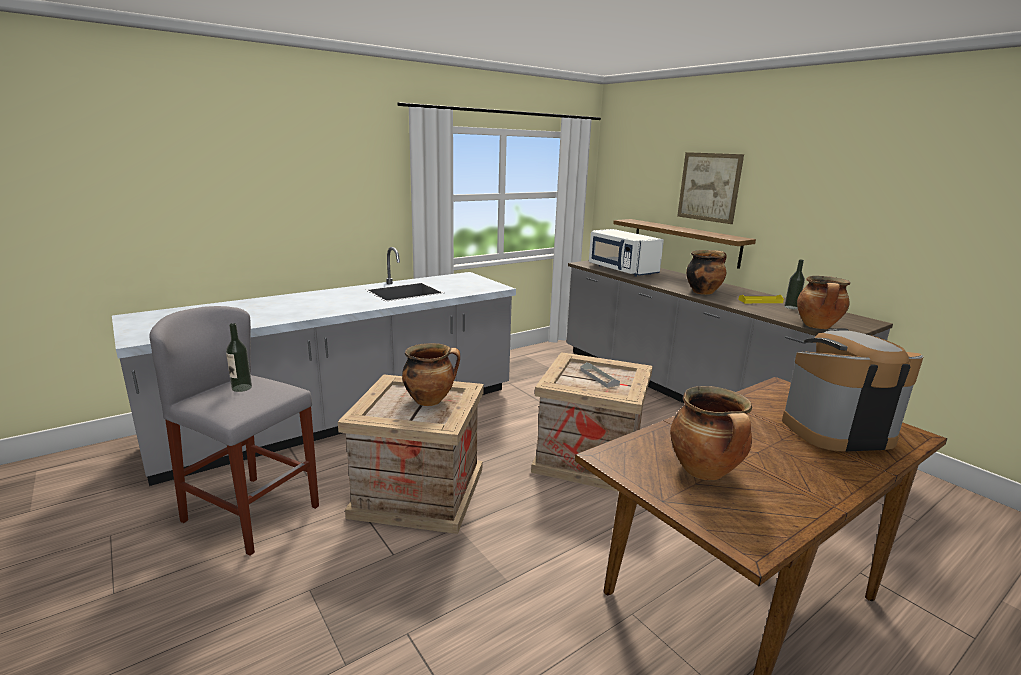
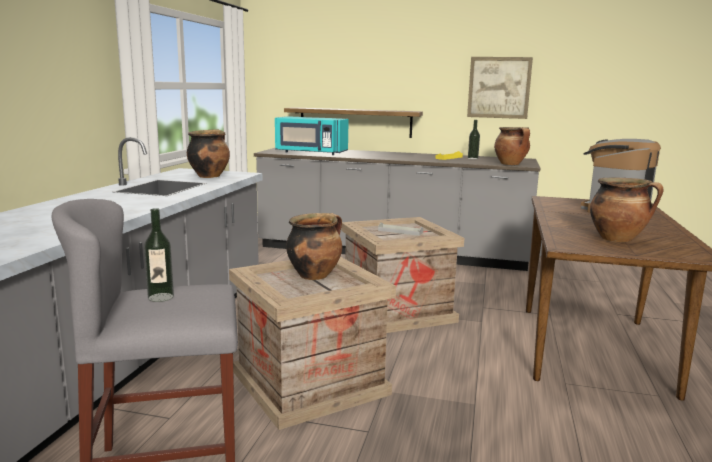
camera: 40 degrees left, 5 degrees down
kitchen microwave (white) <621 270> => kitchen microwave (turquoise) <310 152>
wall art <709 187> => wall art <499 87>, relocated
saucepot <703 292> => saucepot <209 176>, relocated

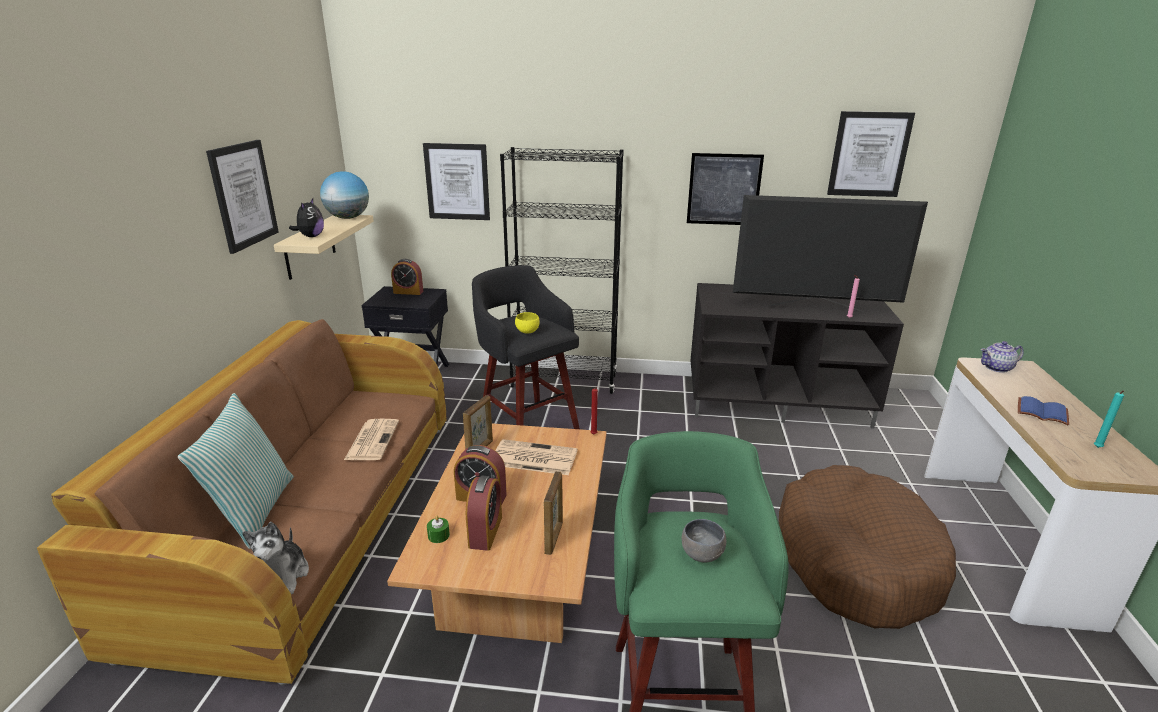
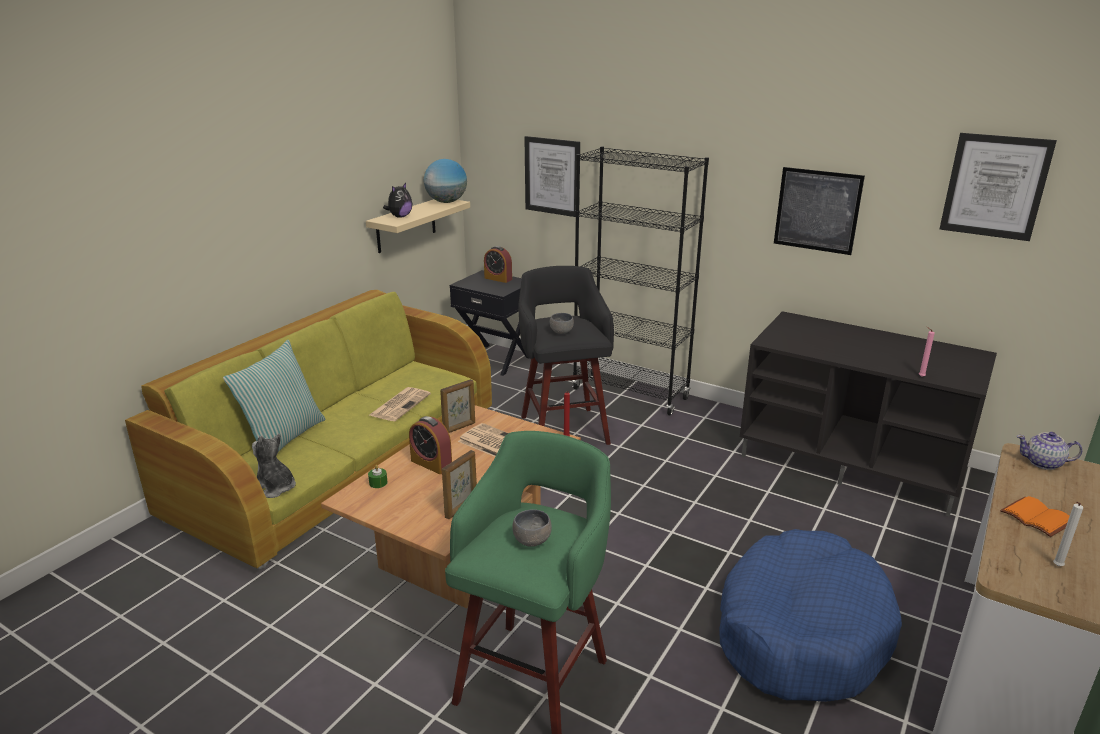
camera: 25 degrees right, 0 degrees up
sofa (brown) <311 518> => sofa (green-coloured) <340 460>
wall art <243 195> => nothing
cuddly toy <284 576> => cuddly toy <275 488>, 105 degrees clockwise
alarm clock <485 532> => nothing
bowl (yellow) <528 332> => bowl (greyish) <562 332>
TV set <814 309> => nothing
dog bed (brown) <855 560> => dog bed (bluish) <800 631>
volume (bluish) <1041 412> => volume (orange-coloured) <1034 518>
wax candle (turquoise) <1097 448> => wax candle (white) <1056 566>

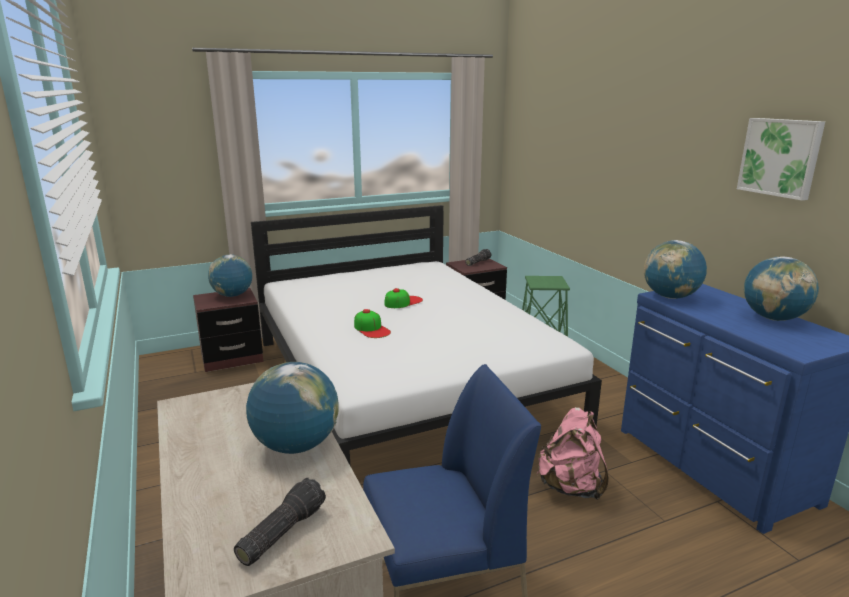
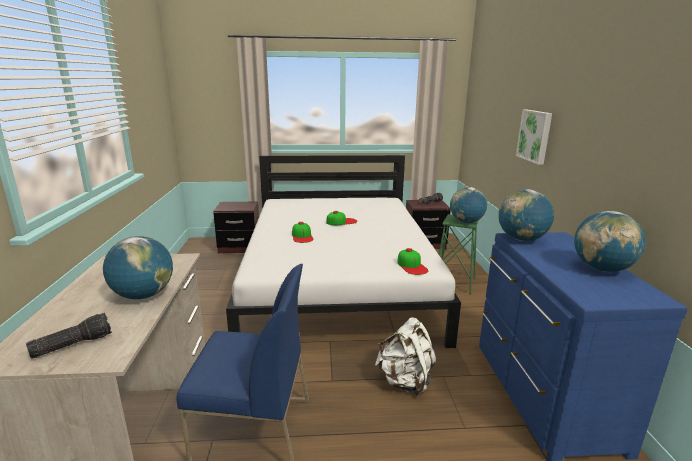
camera: 20 degrees right, 0 degrees up
globe <232 295> => globe <466 222>, relocated
backpack (pink-coloured) <571 487> => backpack (white) <405 381>
wall art <780 157> => wall art <535 136>, relocated
nothing => peaked cap <412 266>

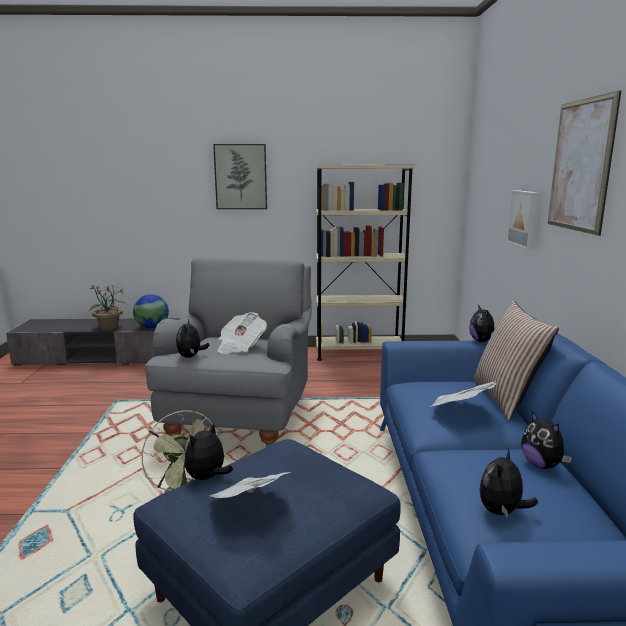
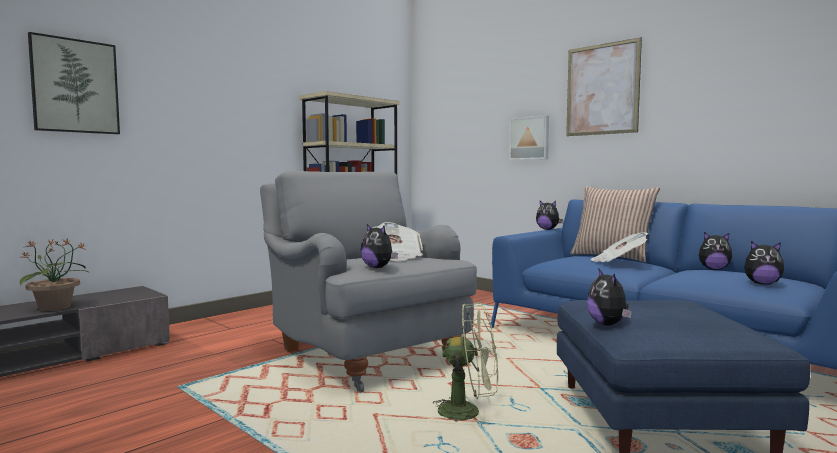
camera: 45 degrees left, 10 degrees down
globe <152 327> => nothing
newspaper <249 504> => nothing
wall art <241 177> => wall art <75 86>, relocated
cuddly toy <502 512> => cuddly toy <762 284>, 60 degrees counterclockwise

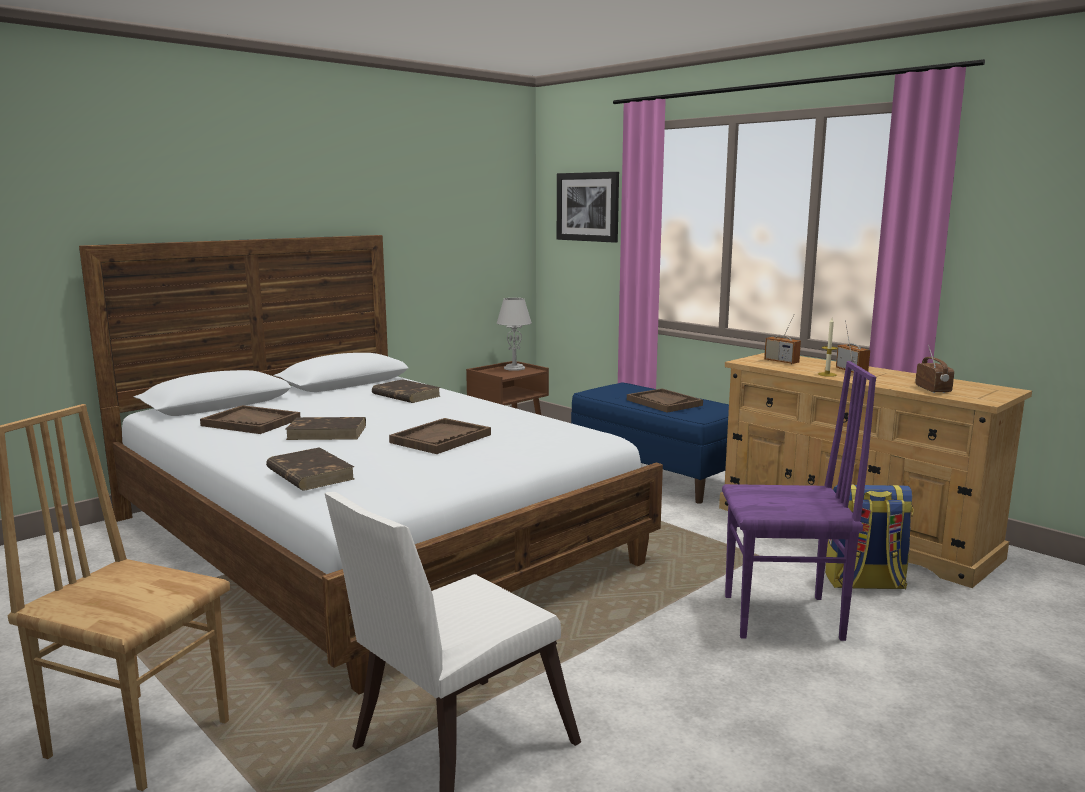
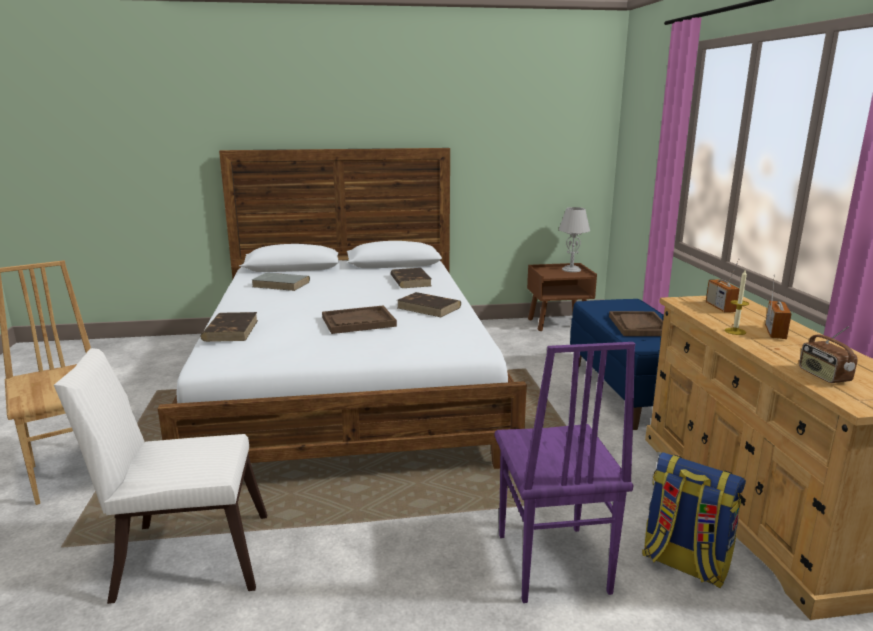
camera: 35 degrees right, 5 degrees up
carrying tray (brown) <251 422> => volume (greyish) <281 284>
volume (brown) <328 432> => volume (brown) <429 308>, relocated
wall art <588 207> => nothing
upright chair (purplish) <784 618> => upright chair (purplish) <550 564>, 45 degrees clockwise
radio <933 389> => radio <823 376>, 135 degrees clockwise

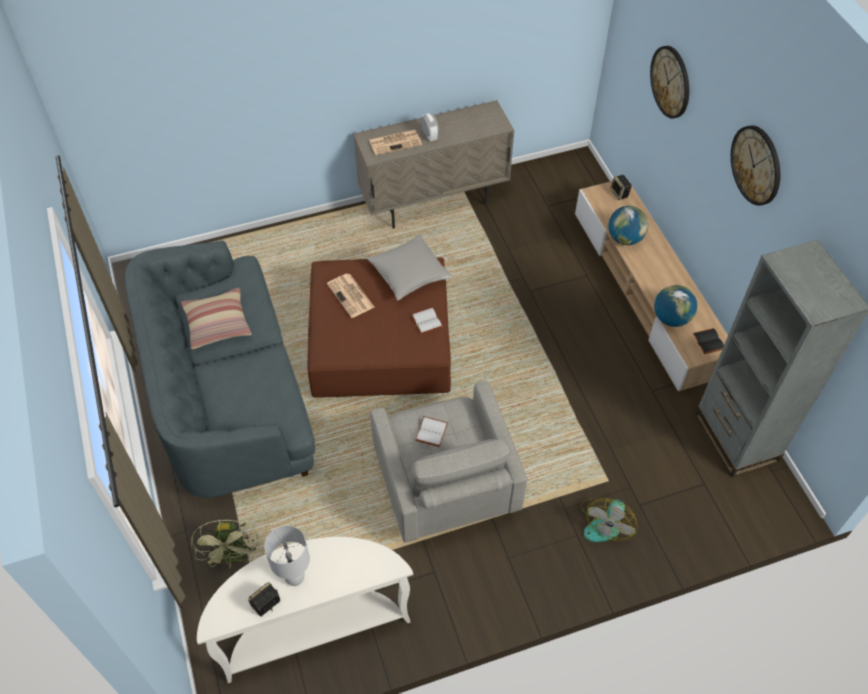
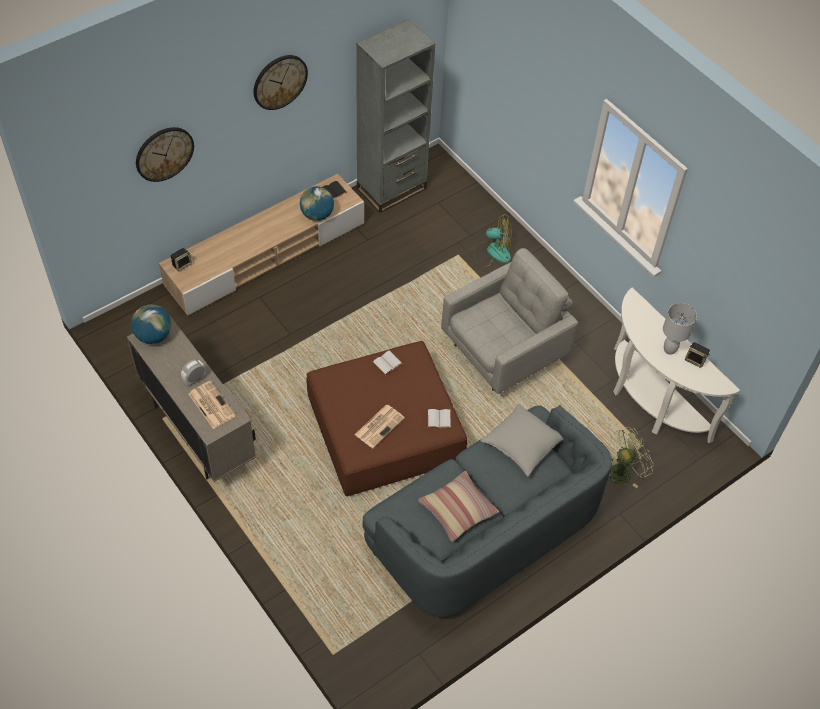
camera: 110 degrees left, 0 degrees up
cushion (greyish) <409 274> => cushion (greyish) <522 444>, relocated
volume (white) <431 431> => volume (white) <438 420>, relocated
globe <625 238> => globe <153 335>, relocated

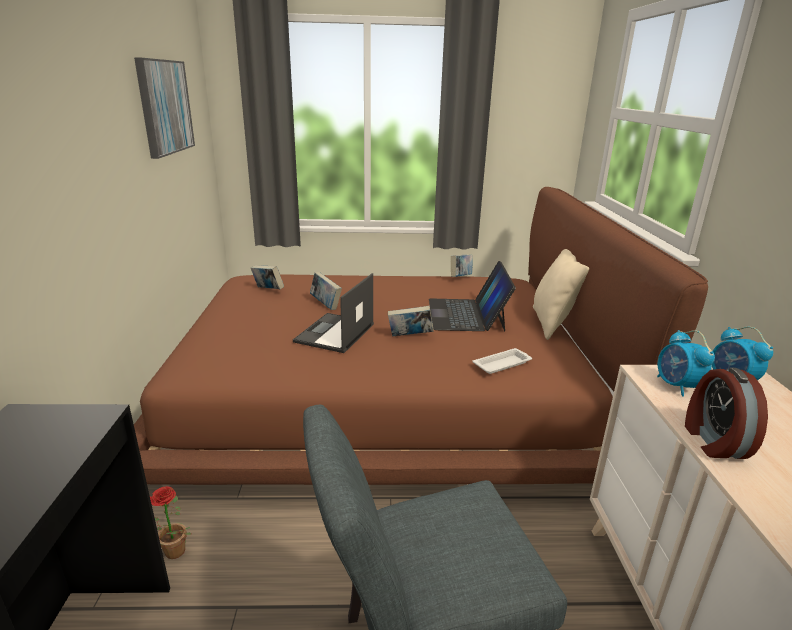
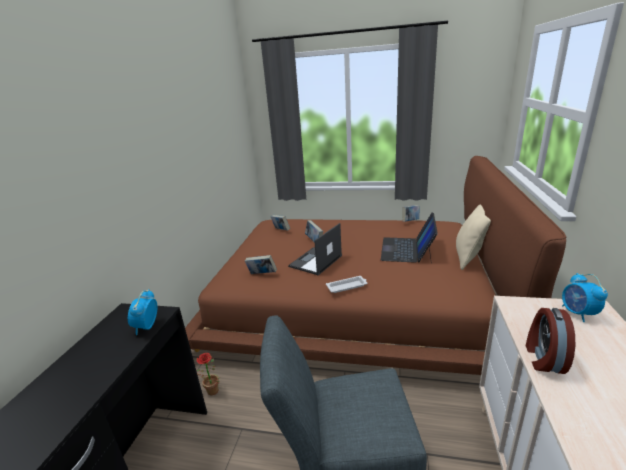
camera: 15 degrees right, 0 degrees up
wall art <164 107> => nothing
volume <410 337> => volume <262 274>, relocated
carrying tray (white) <503 364> => carrying tray (white) <347 286>, relocated
alarm clock <677 386> => alarm clock <147 327>, relocated

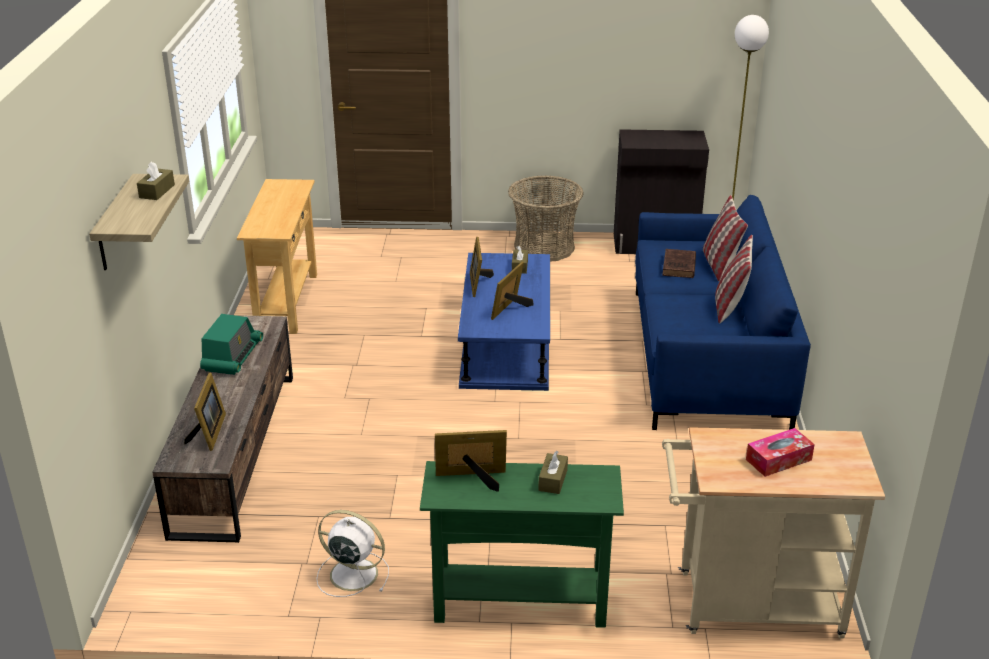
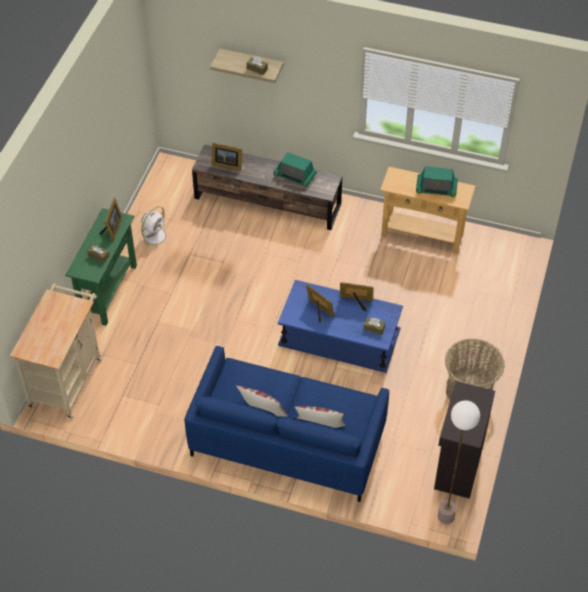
camera: 105 degrees right, 20 degrees up
volume (brown) <679 267> => nothing
box of tissues <778 460> => nothing
nothing => radio <436 188>

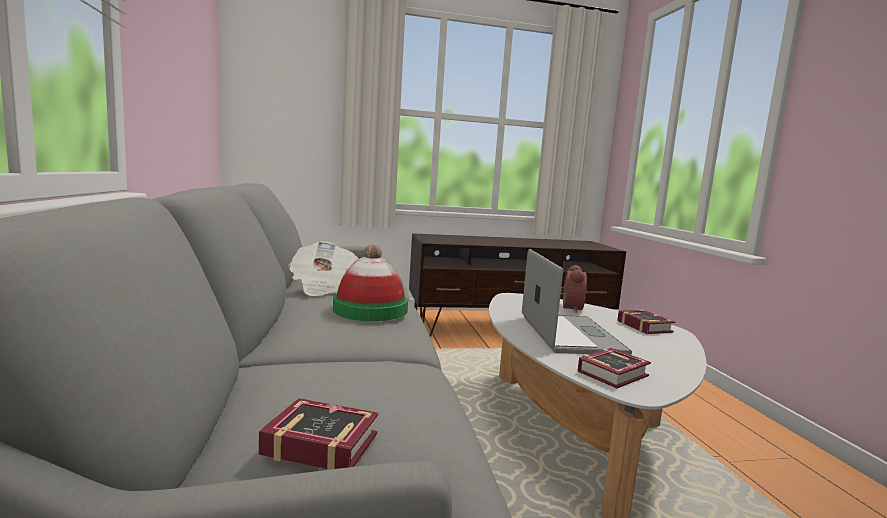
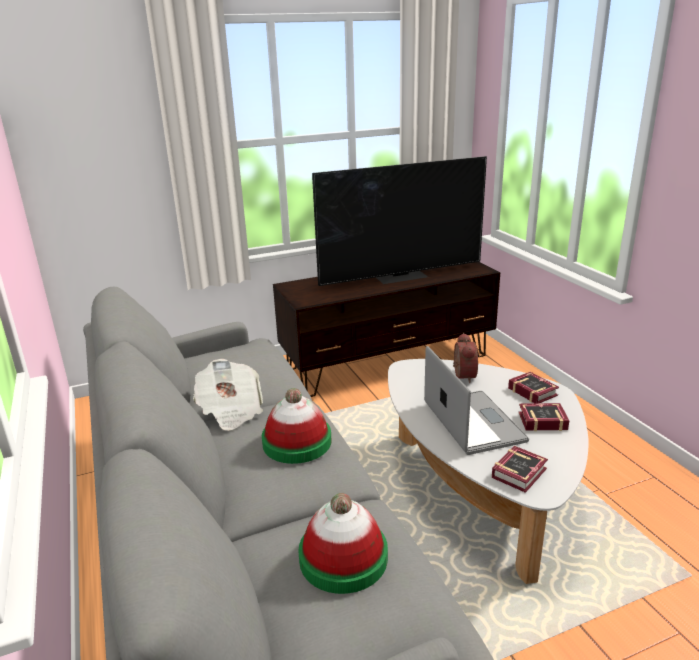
camera: 10 degrees left, 15 degrees up
volume <318 442> => volume <540 420>, relocated
nothing => wearable hat <343 558>
nothing => TV set <401 276>

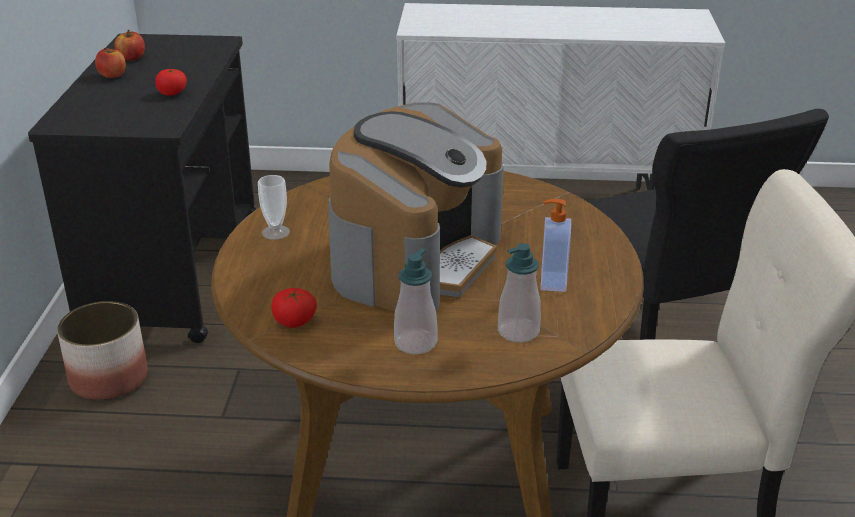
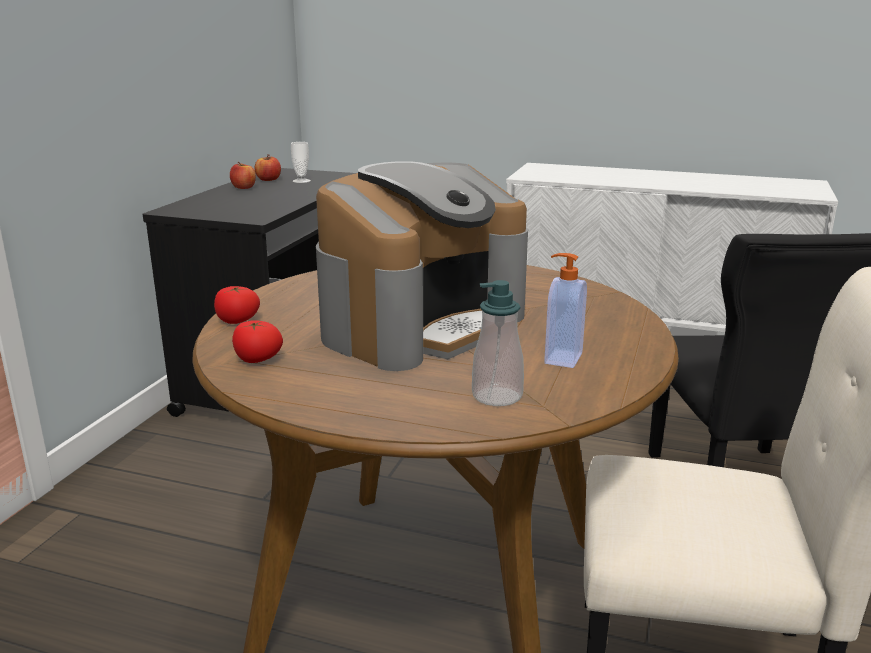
camera: 15 degrees right, 10 degrees down
planter <109 378> => nothing
whole tomato <172 93> => whole tomato <238 321>, relocated
small cup <275 232> => small cup <301 181>, relocated
soap bottle <415 343> => nothing

